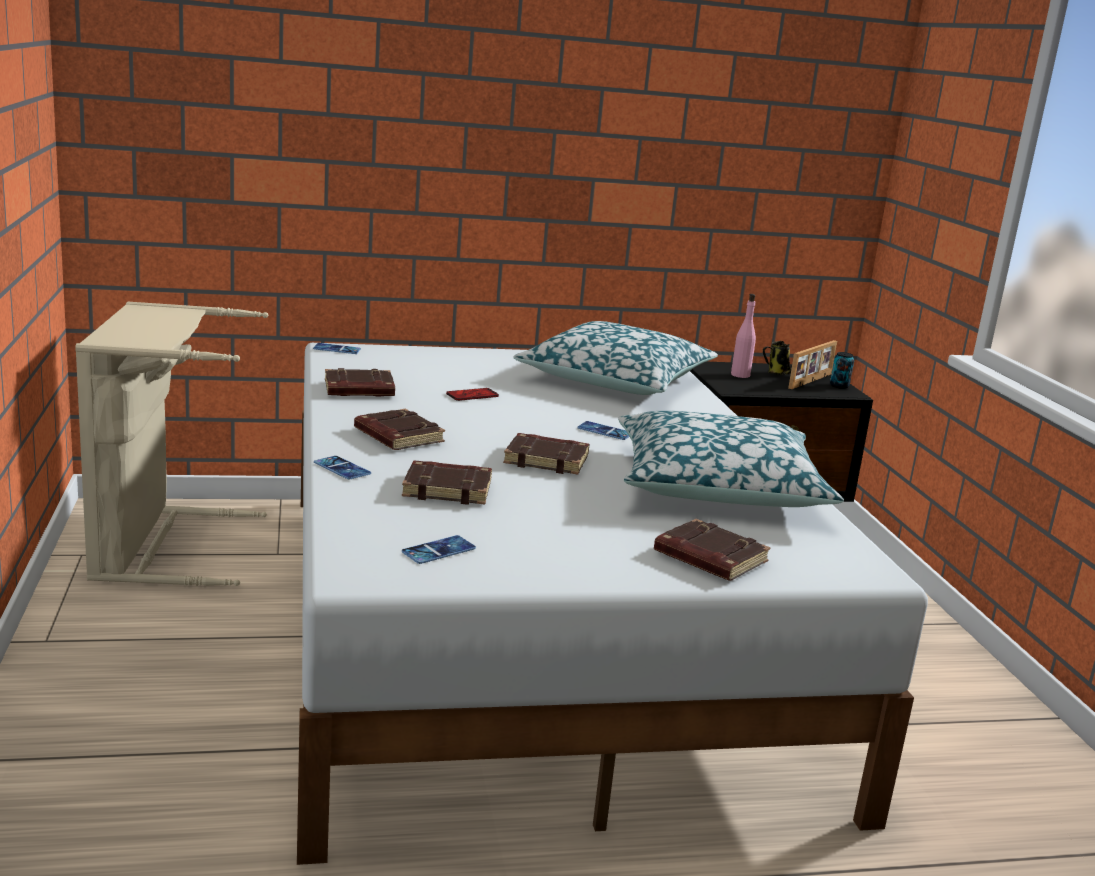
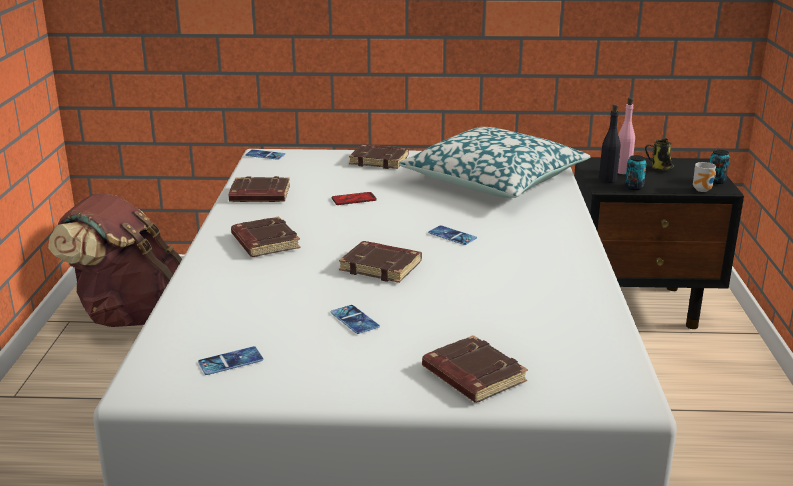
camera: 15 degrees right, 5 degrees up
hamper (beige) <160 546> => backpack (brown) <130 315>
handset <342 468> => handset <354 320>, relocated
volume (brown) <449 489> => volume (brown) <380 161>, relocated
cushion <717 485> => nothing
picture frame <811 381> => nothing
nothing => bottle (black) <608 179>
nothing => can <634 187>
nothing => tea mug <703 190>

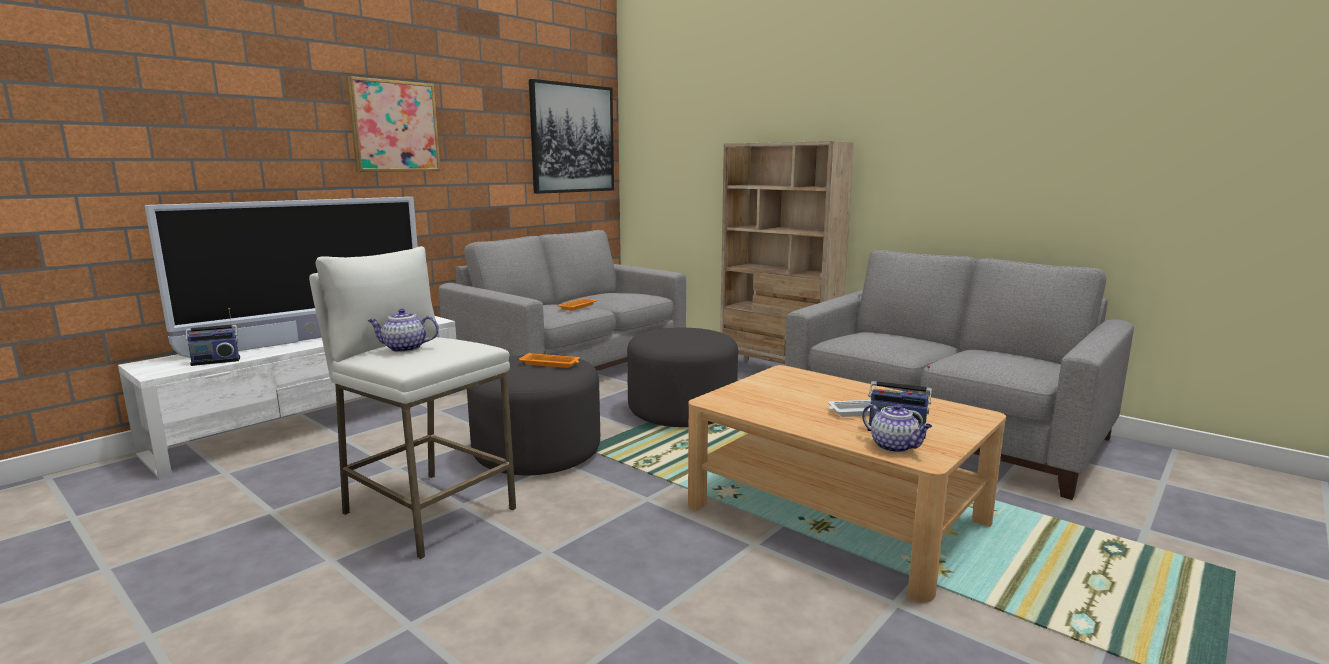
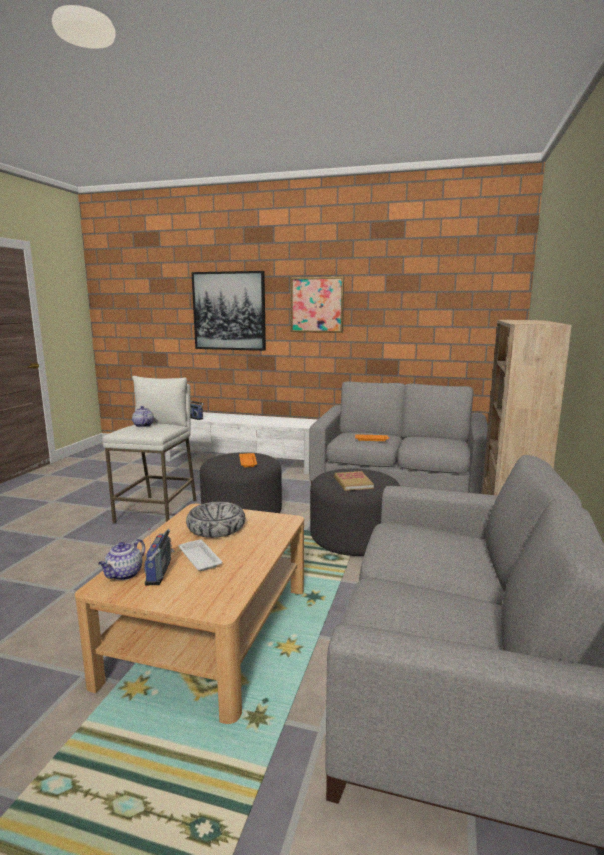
camera: 65 degrees right, 0 degrees up
TV set <311 340> => nothing
wall art <572 138> => wall art <229 311>, relocated
nothing => bowl <216 528>
nothing => volume <353 482>

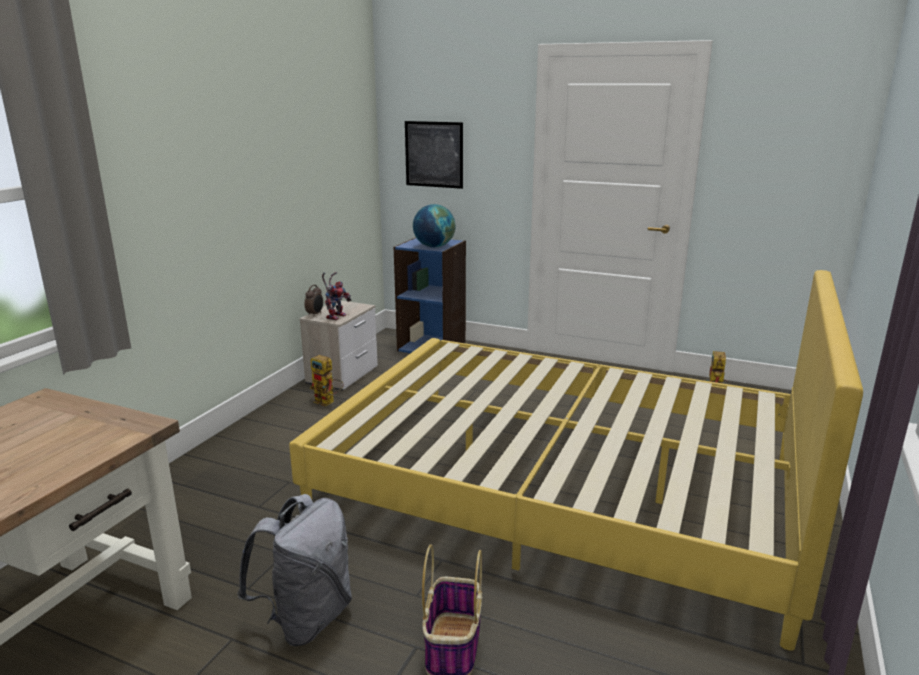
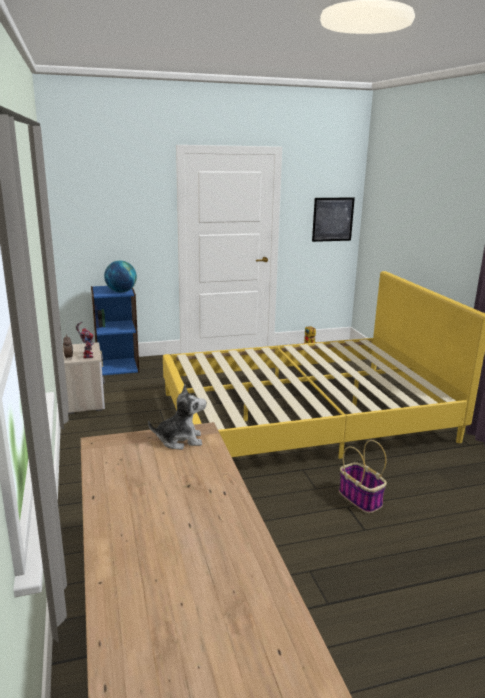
camera: 40 degrees left, 0 degrees up
backpack (greyish) <306 618> => nothing
robot figure <328 402> => nothing
wall art <434 154> => wall art <333 219>, relocated
nothing => cuddly toy <180 440>

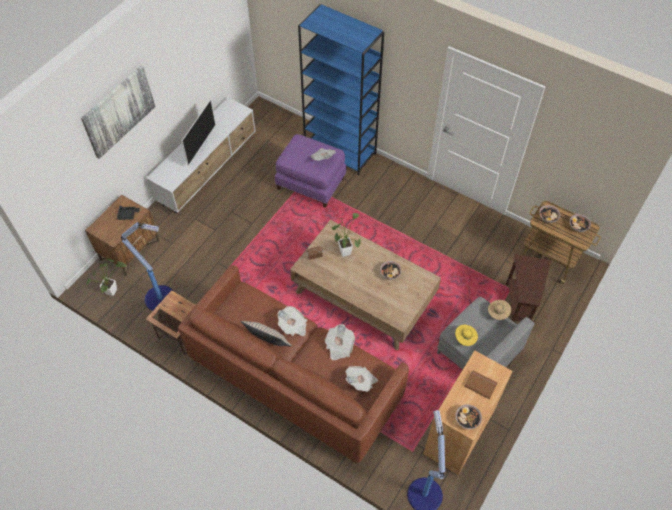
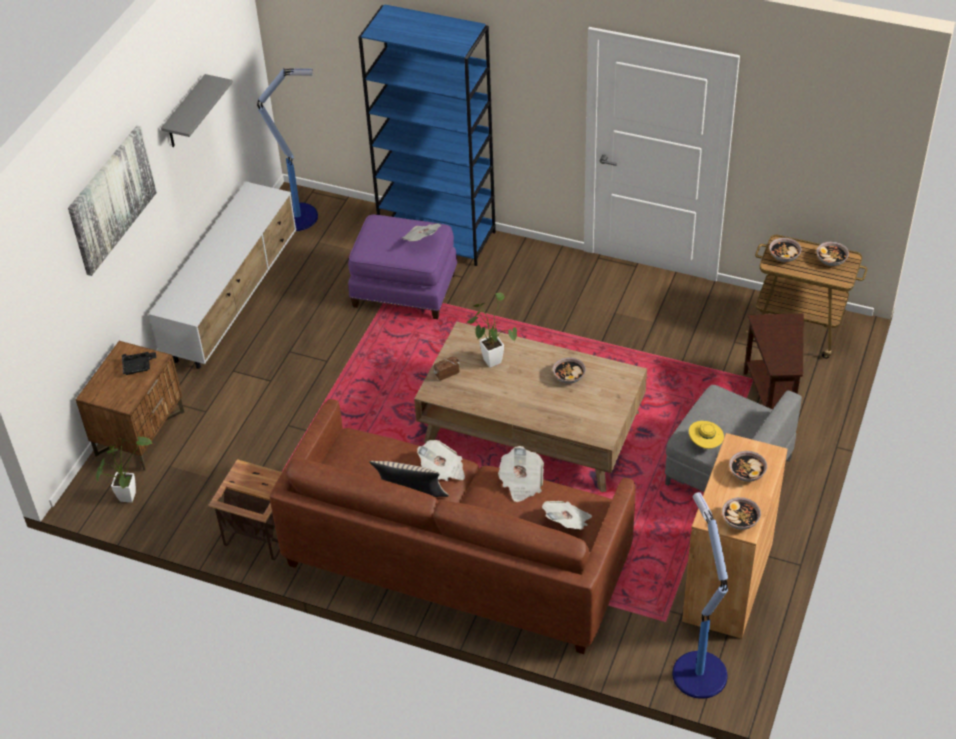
camera: 10 degrees left, 10 degrees down
standing lamp <161 298> => standing lamp <299 217>, relocated
TV set <200 147> => nothing
volume (brown) <480 384> => bowl <747 473>
wearable hat (beige) <497 314> => nothing
nothing => shelf (greyish) <185 113>

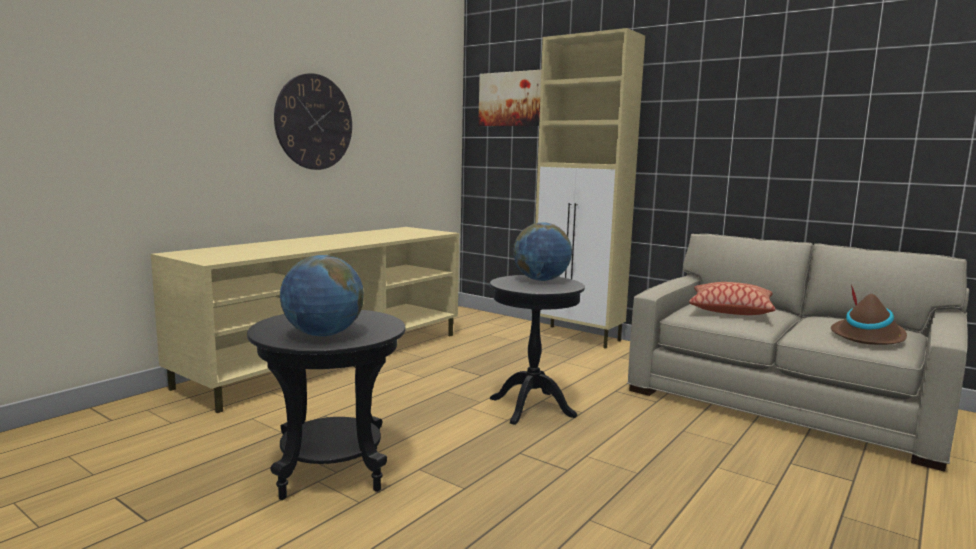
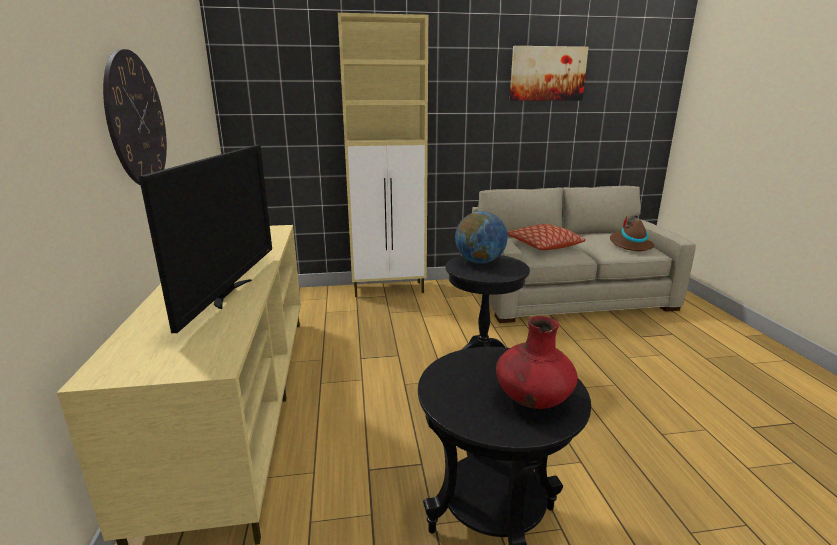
camera: 45 degrees left, 10 degrees up
globe <323 334> => flower vase (red-coloured) <532 400>
wall art <513 99> => wall art <547 74>, relocated
nothing => TV set <229 293>

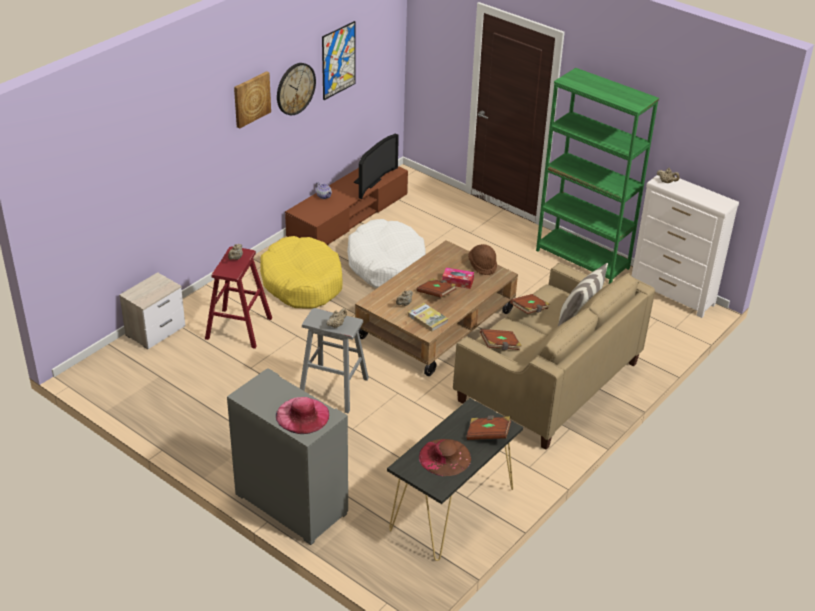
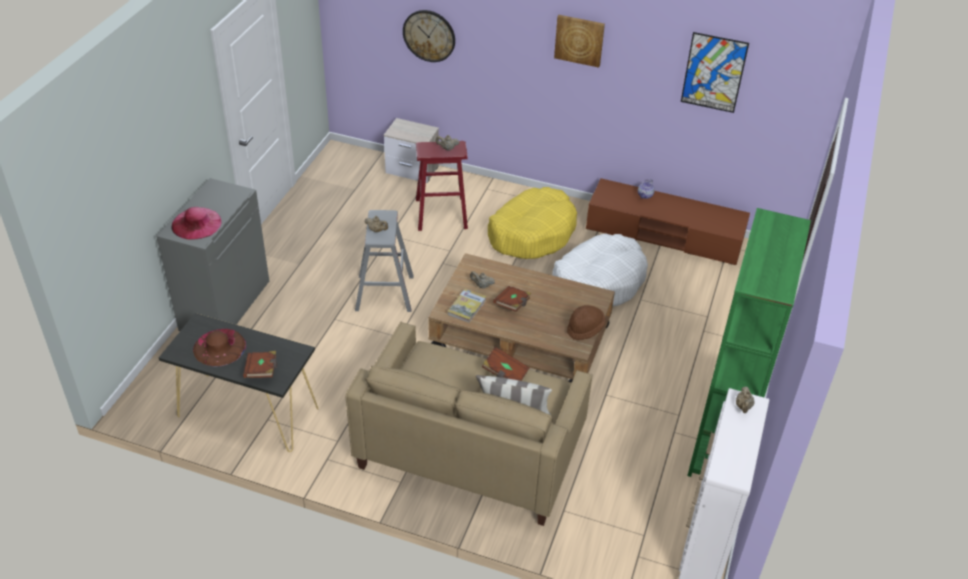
camera: 70 degrees right, 5 degrees up
wall clock <295 88> => wall clock <429 35>, relocated
TV set <370 182> => nothing
box of tissues <457 282> => nothing
volume (brown) <500 346> => nothing

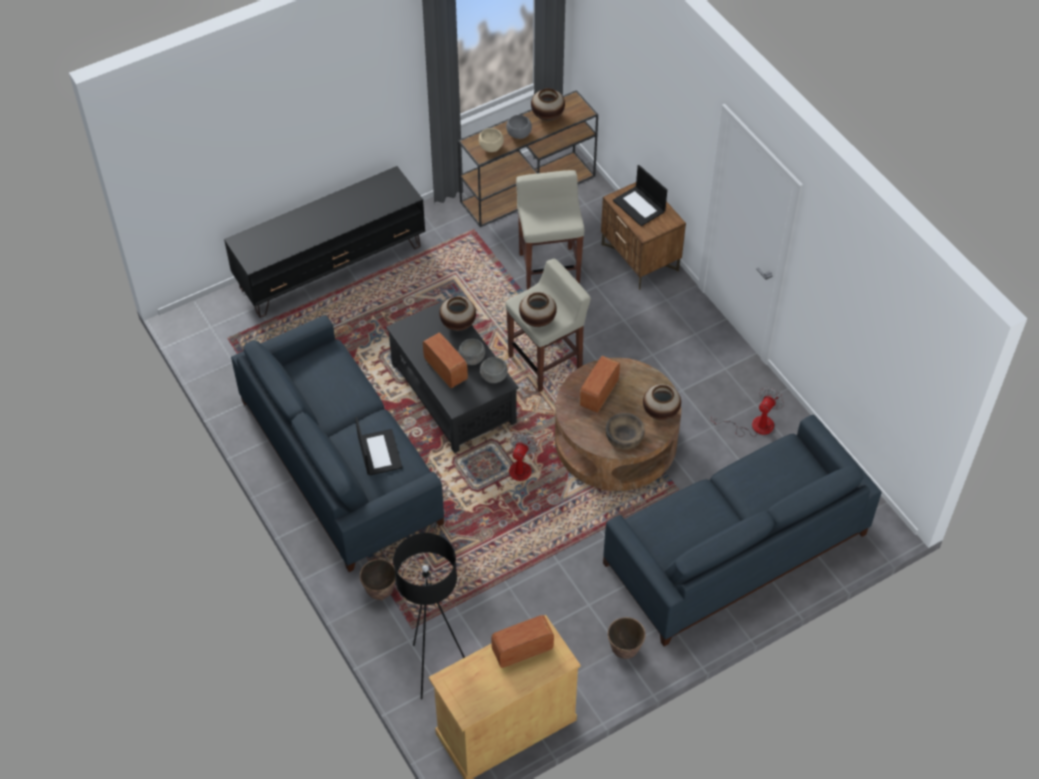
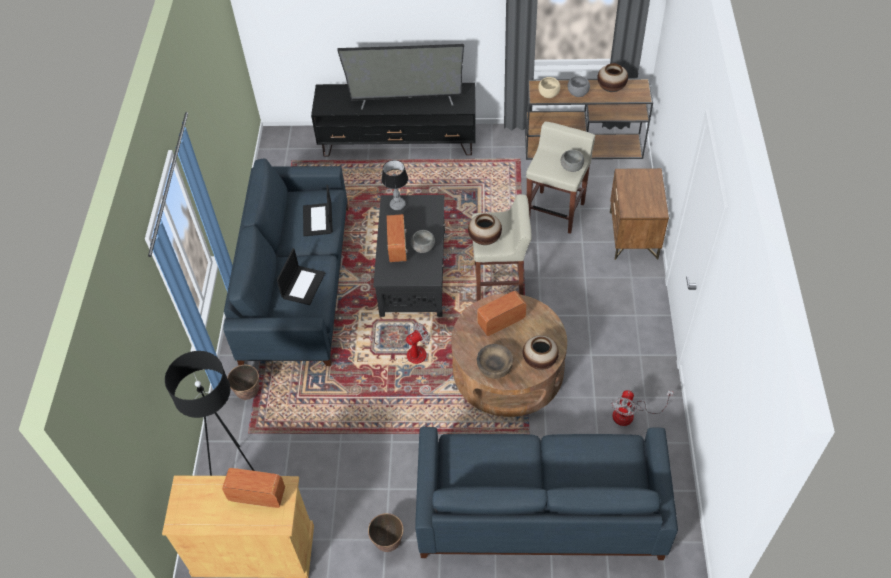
camera: 35 degrees right, 0 degrees up
flower vase <458 324> => nothing
bowl (greyish) <493 377> => bowl (greyish) <571 167>, relocated
laptop <639 206> => laptop <318 220>, relocated
electric fan <754 426> => electric fan <630 414>, 135 degrees clockwise
nothing => TV set <406 100>
nothing => tabletop lamp <397 205>

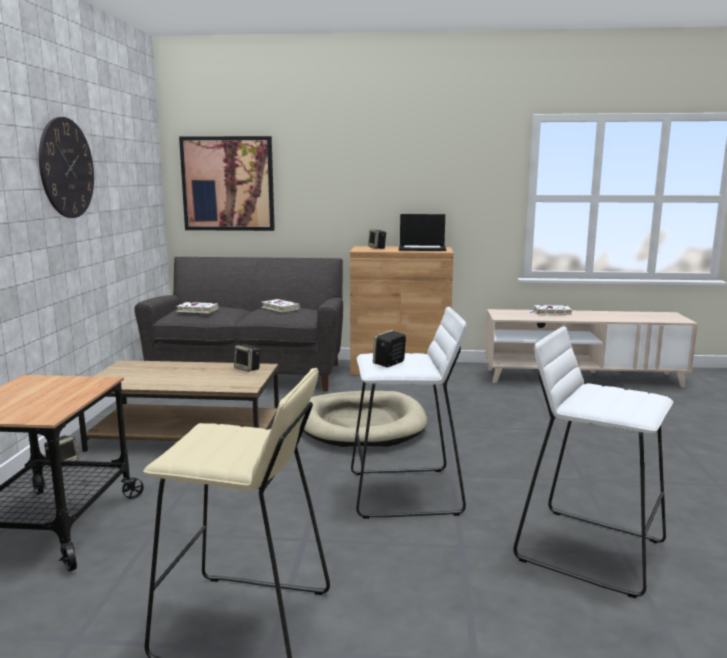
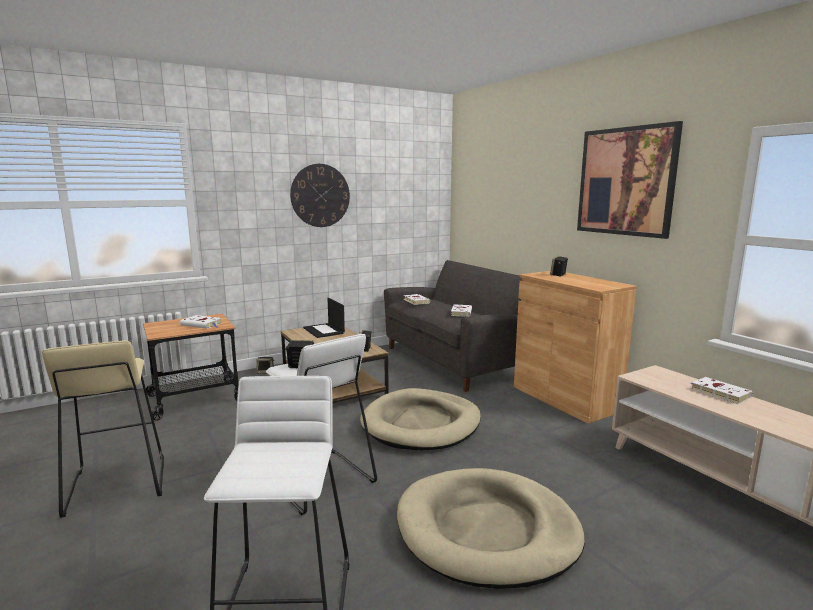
camera: 55 degrees right, 0 degrees up
wall art <228 184> => wall art <625 181>, relocated
laptop <422 248> => laptop <324 331>, relocated
nothing => volume (white) <202 324>
nothing => dog bed (beige) <487 531>

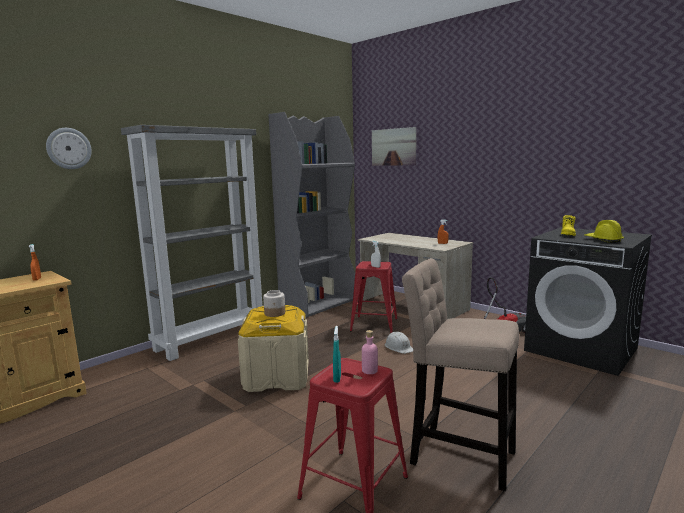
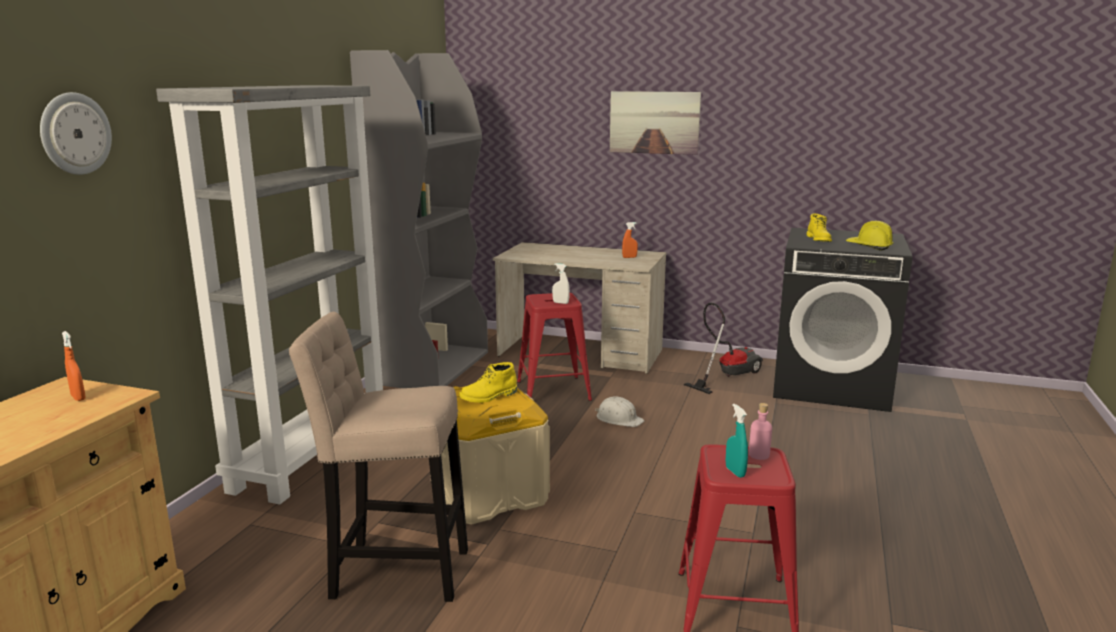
camera: 25 degrees left, 5 degrees up
storage jar <275 313> => tall boot (yellow) <489 396>
wall art <393 147> => wall art <654 122>, relocated
sitting stool (beige) <457 454> => sitting stool (beige) <393 571>, relocated

